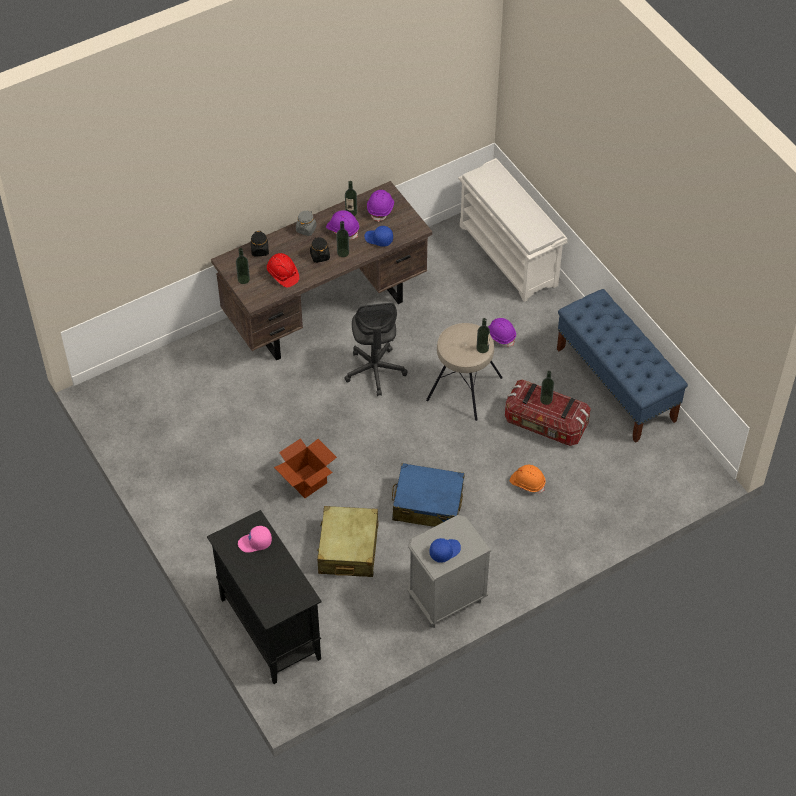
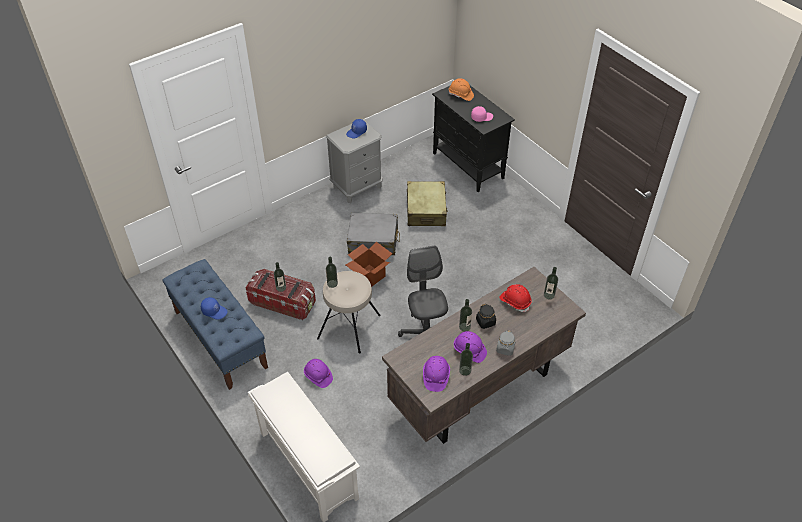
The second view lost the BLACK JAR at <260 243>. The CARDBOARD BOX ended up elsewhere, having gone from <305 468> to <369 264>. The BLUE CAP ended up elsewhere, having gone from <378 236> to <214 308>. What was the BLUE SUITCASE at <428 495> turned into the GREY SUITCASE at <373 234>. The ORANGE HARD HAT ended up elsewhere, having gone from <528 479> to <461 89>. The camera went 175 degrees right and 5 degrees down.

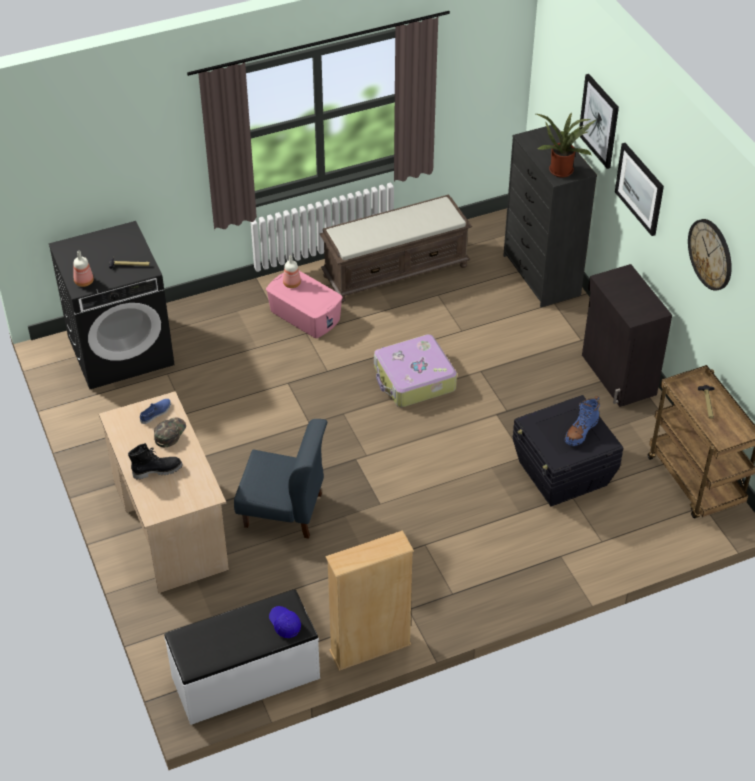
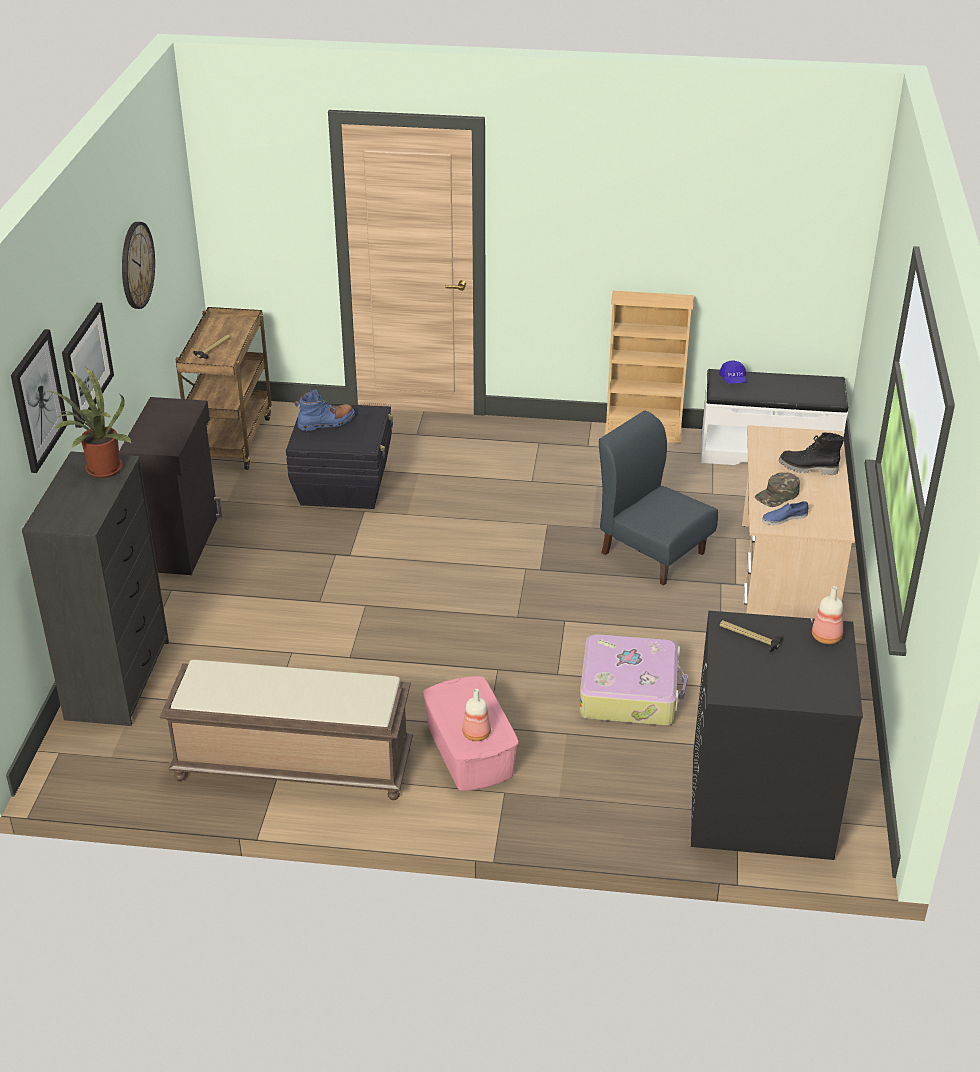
The SUITCASE ended up elsewhere, having gone from <415 370> to <633 680>. The camera went 150 degrees left and 10 degrees down.

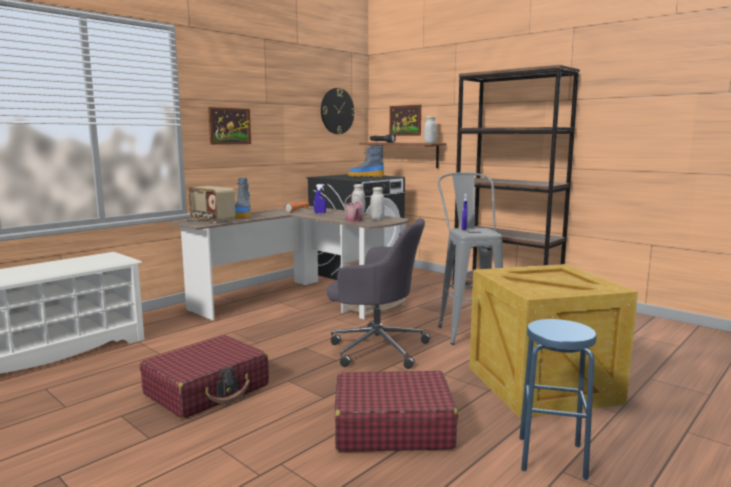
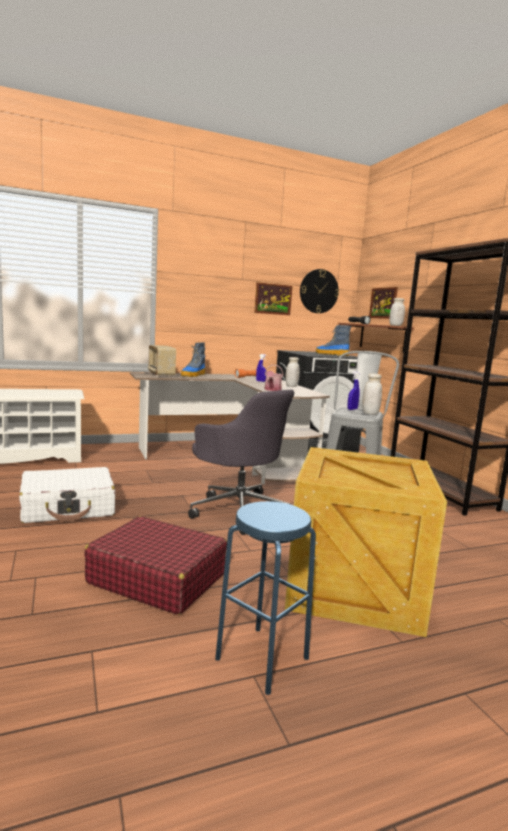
What was the RED SUITCASE at <204 377> turned into the WHITE SUITCASE at <67 495>. The PICTURE ended up elsewhere, having gone from <229 126> to <274 298>. The WHITE JAR ended up elsewhere, having gone from <377 203> to <372 394>. The camera went 25 degrees right and 0 degrees up.

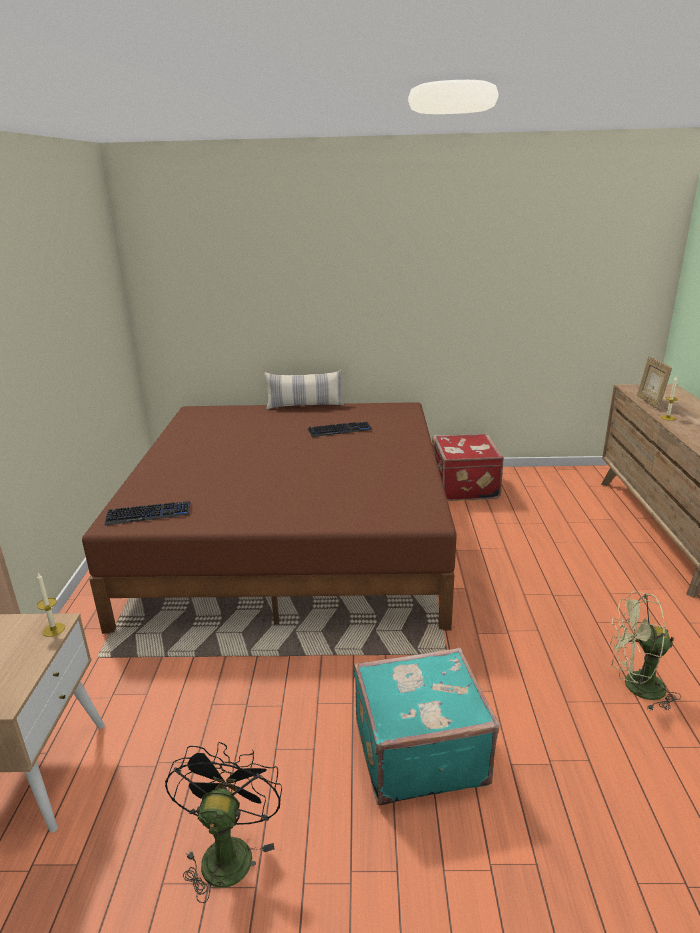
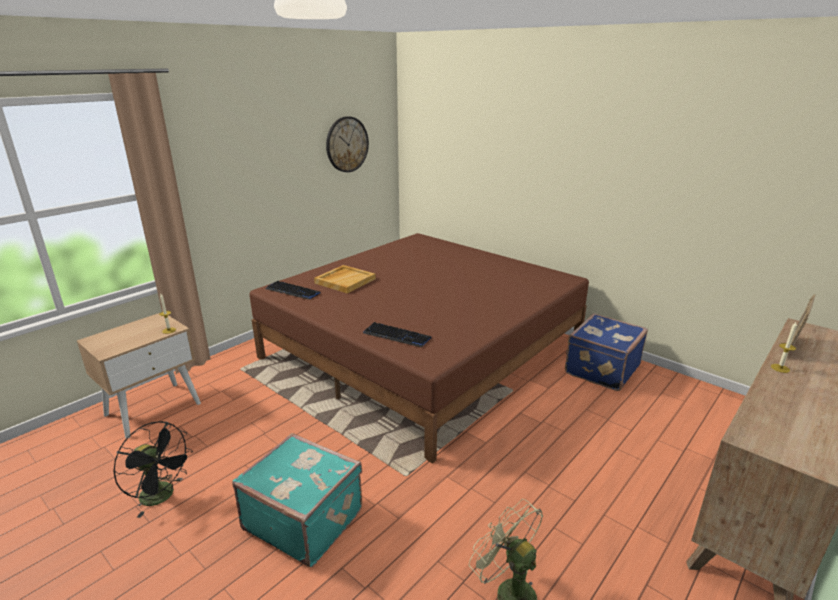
The BLACK FAN at <223 822> ended up facing another way, 75 degrees clockwise from before. The second view lost the PILLOW at <304 389>. The KEYBOARD ended up elsewhere, having gone from <340 429> to <397 334>. What was the RED SUITCASE at <468 467> turned into the BLUE SUITCASE at <606 352>. The second view gained the BEIGE TRAY at <345 279>. The second view gained the WALL CLOCK at <347 144>. The camera went 40 degrees right and 0 degrees up.

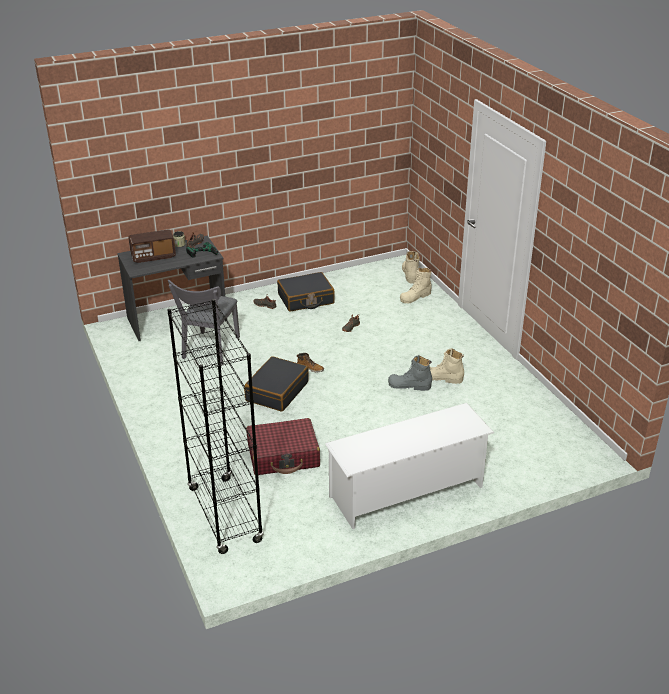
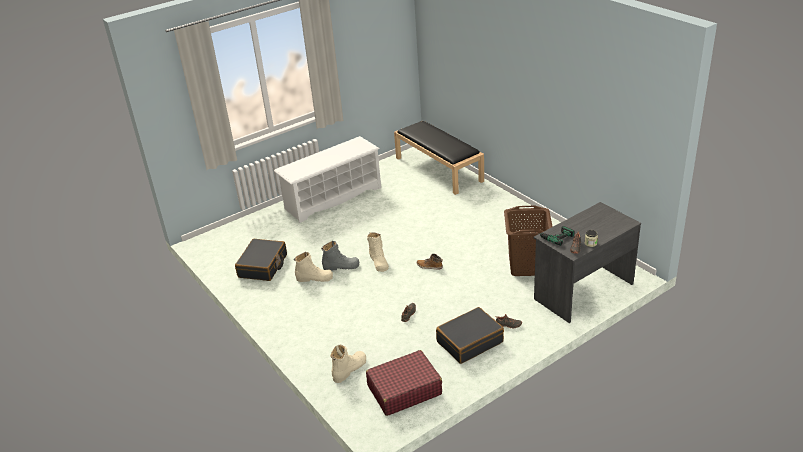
The second view lost the RADIO at <152 246>. Where the GREY CHAIR stood at <204 322>, the BROWN LAUNDRY BASKET came to stand at <528 241>. Where the BLACK BOOKCASE stood at <216 426>, the BLACK BENCH came to stand at <439 158>. The BLACK SUITCASE ended up elsewhere, having gone from <276 384> to <261 260>. The RED SUITCASE ended up elsewhere, having gone from <283 446> to <404 383>. The BEIGE BOOT ended up elsewhere, having gone from <411 267> to <378 252>. The camera went 170 degrees right and 0 degrees up.

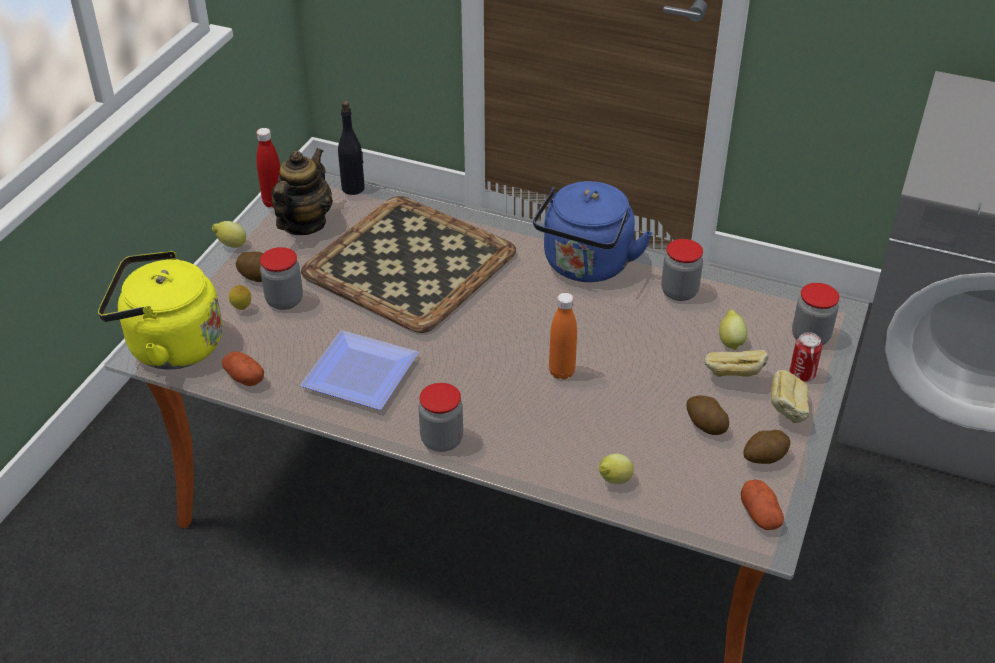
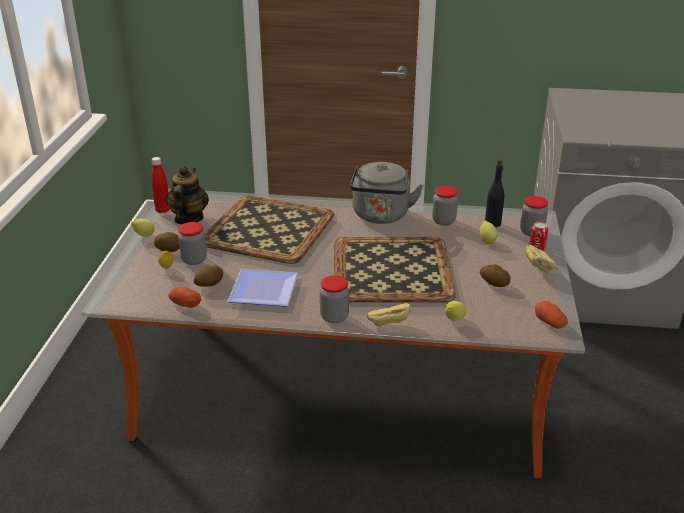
The second view lost the YELLOW KETTLE at <160 310>. The BLACK BOTTLE ended up elsewhere, having gone from <351 148> to <494 193>. What was the BLUE KETTLE at <592 231> turned into the GREY KETTLE at <386 193>. Where the ORANGE BOTTLE stood at <563 336>, the TRAY came to stand at <395 270>. The BREAD ended up elsewhere, having gone from <736 363> to <389 315>. The POTATO ended up elsewhere, having gone from <767 447> to <208 276>. The camera went 15 degrees left and 10 degrees down.

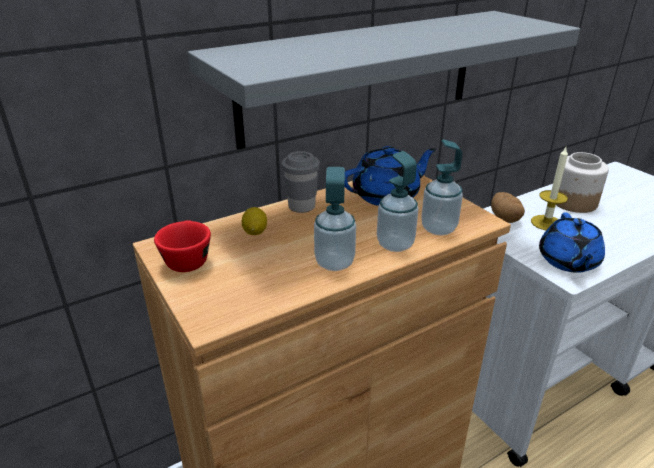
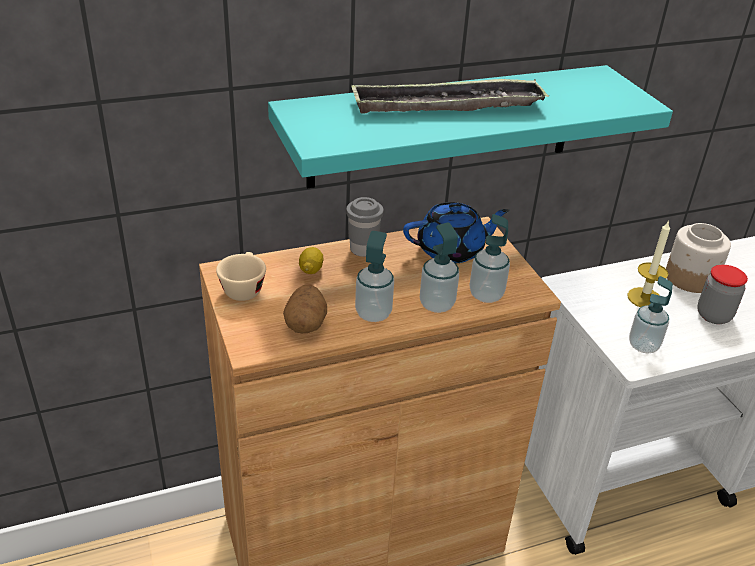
What was the RED CUP at <182 246> turned into the BEIGE CUP at <241 276>. What was the GREY SHELF at <384 80> turned into the TURQUOISE SHELF at <470 126>. The POTATO ended up elsewhere, having gone from <508 207> to <305 309>. Where the BLUE TEAPOT stood at <572 243>, the SOAP DISPENSER came to stand at <651 314>. The second view gained the TRAY at <450 96>. The second view gained the JAR at <722 294>. The camera went 10 degrees right and 5 degrees up.

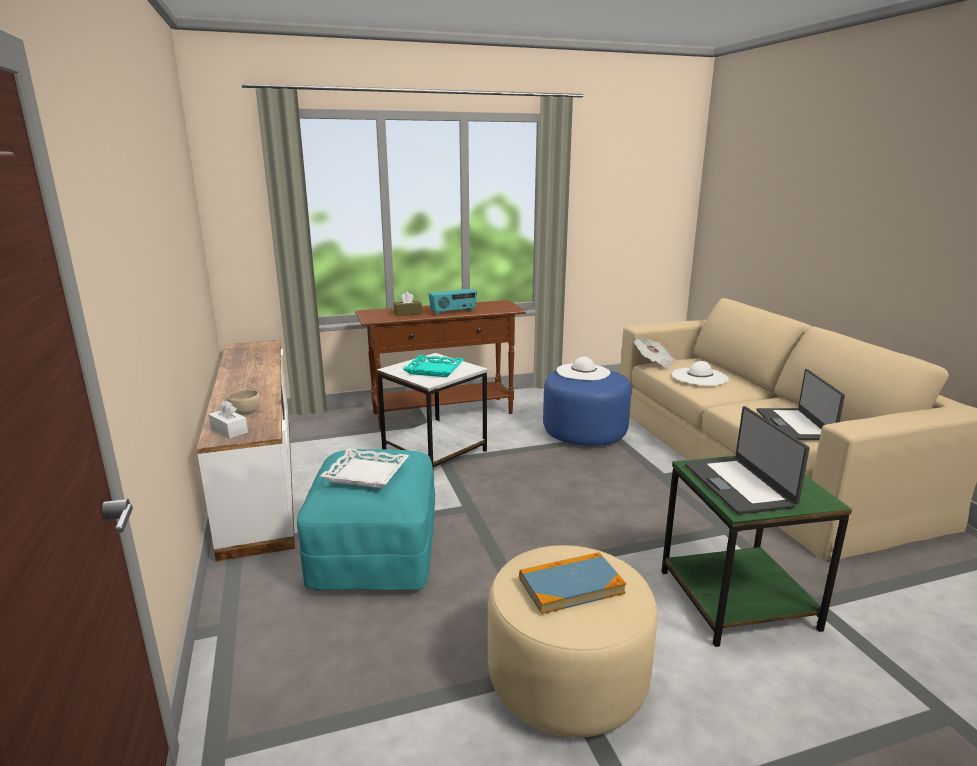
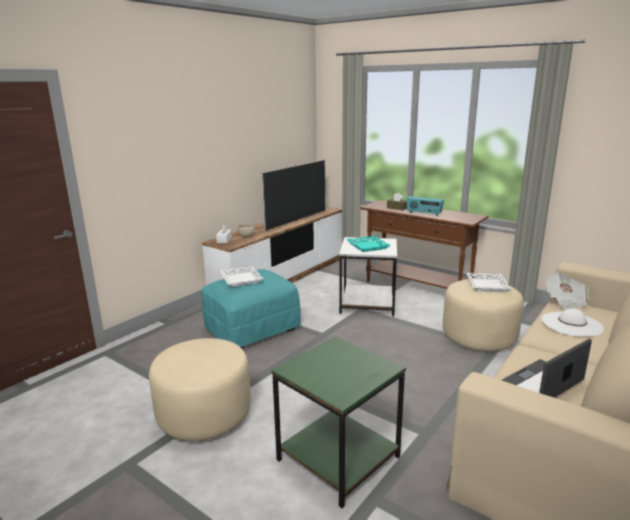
The second view lost the BOOK at <572 583>. What was the BLUE OTTOMAN at <587 408> turned into the BEIGE OTTOMAN at <483 315>. Where the WHITE HAT stood at <583 368>, the WHITE TRAY came to stand at <489 282>. The second view lost the LAPTOP at <747 460>. The second view gained the TELEVISION at <293 195>. The camera went 55 degrees right and 0 degrees up.

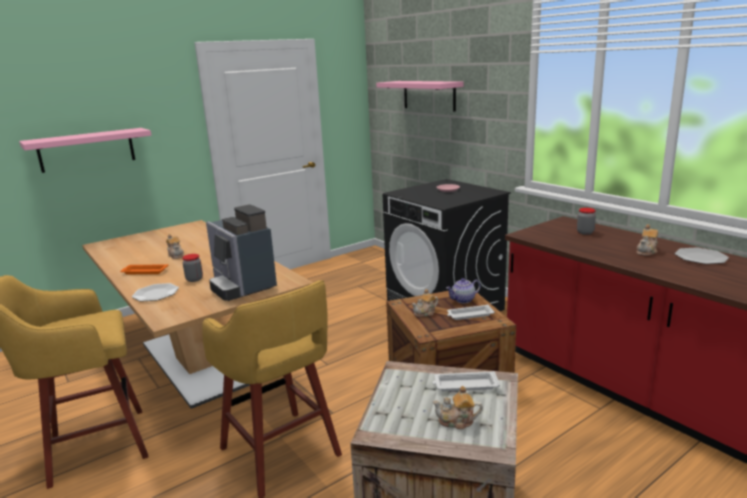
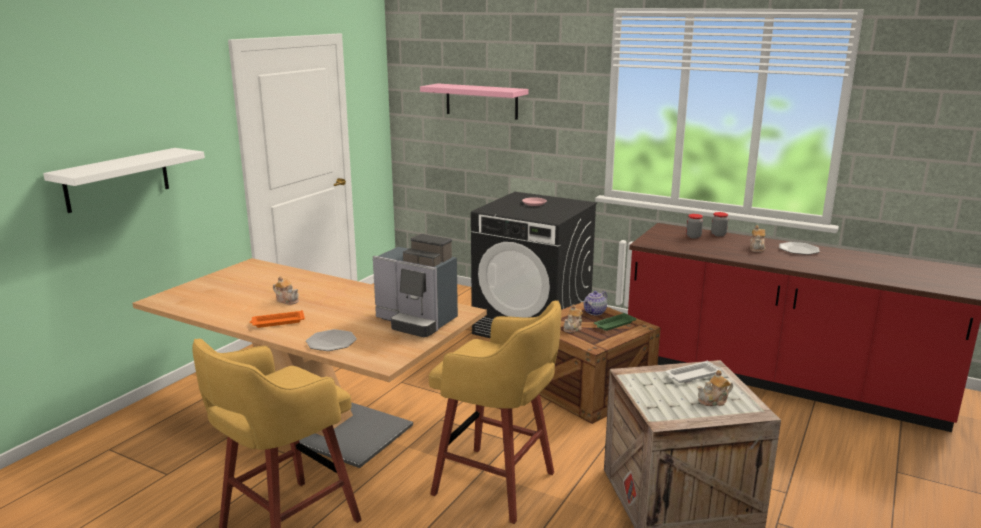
What was the PINK SHELF at <85 150> turned into the WHITE SHELF at <124 180>. The JAR ended up elsewhere, having gone from <192 268> to <719 224>. What was the WHITE TRAY at <471 312> turned into the GREEN TRAY at <615 322>. The camera went 25 degrees left and 0 degrees up.

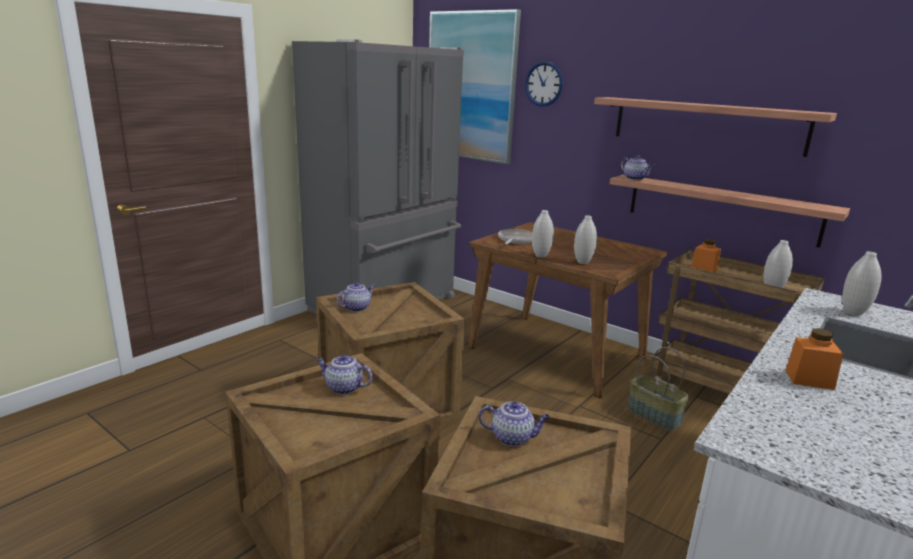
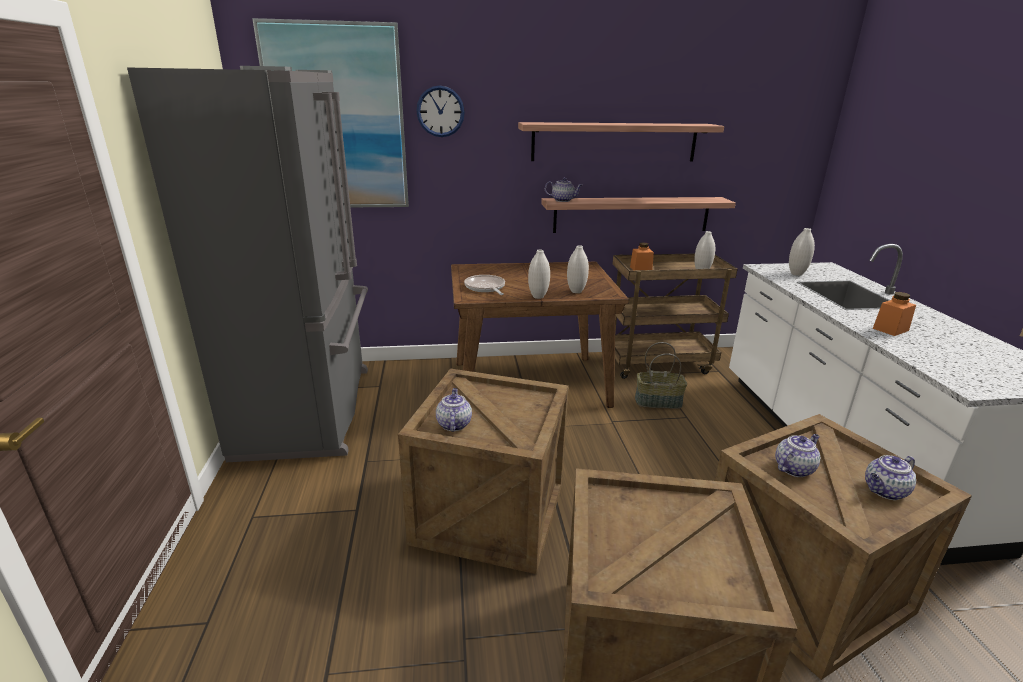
The TEAPOT ended up elsewhere, having gone from <344 375> to <890 477>. The camera went 45 degrees left and 5 degrees up.

